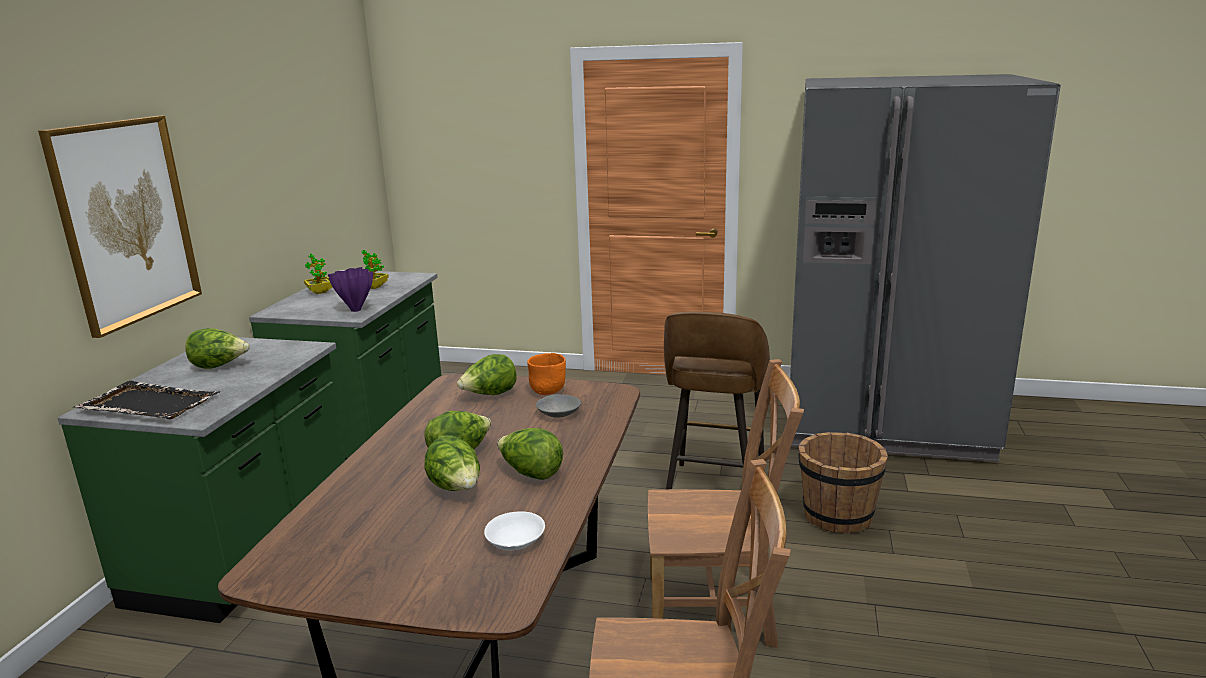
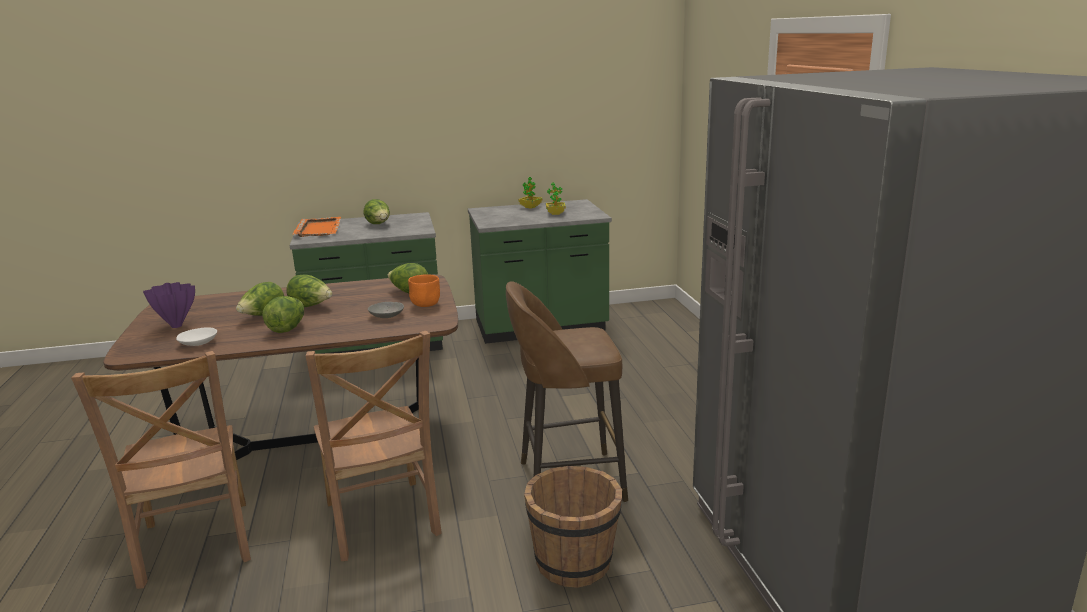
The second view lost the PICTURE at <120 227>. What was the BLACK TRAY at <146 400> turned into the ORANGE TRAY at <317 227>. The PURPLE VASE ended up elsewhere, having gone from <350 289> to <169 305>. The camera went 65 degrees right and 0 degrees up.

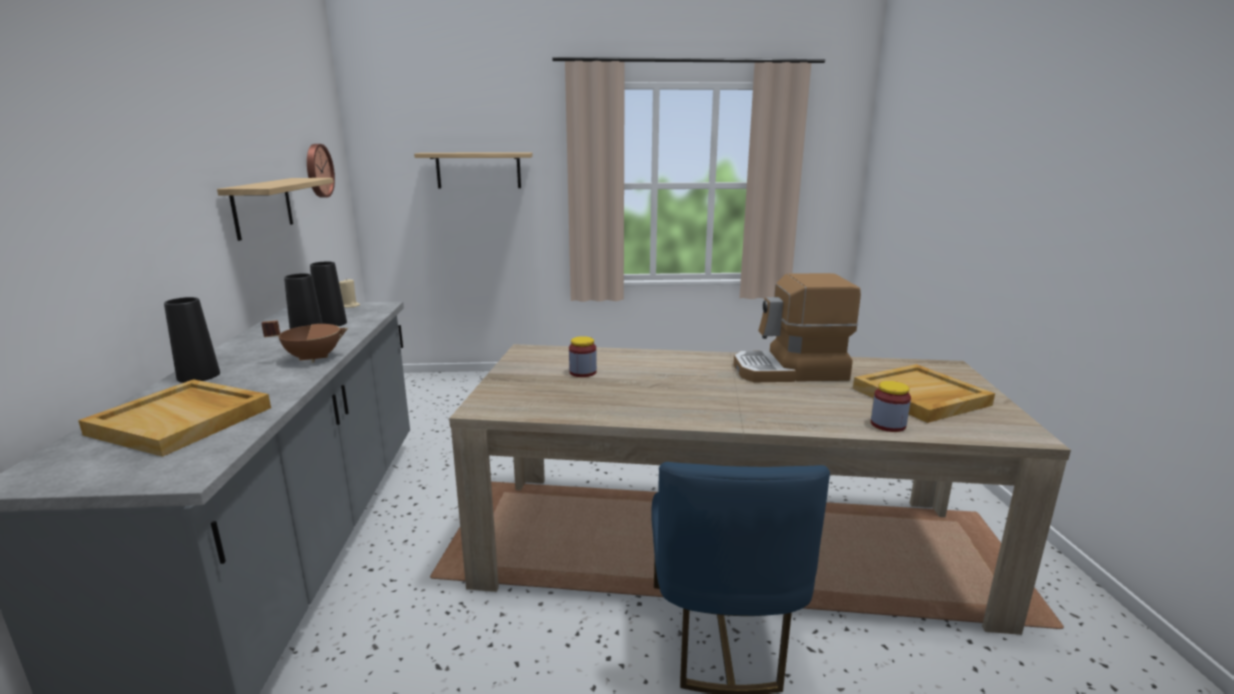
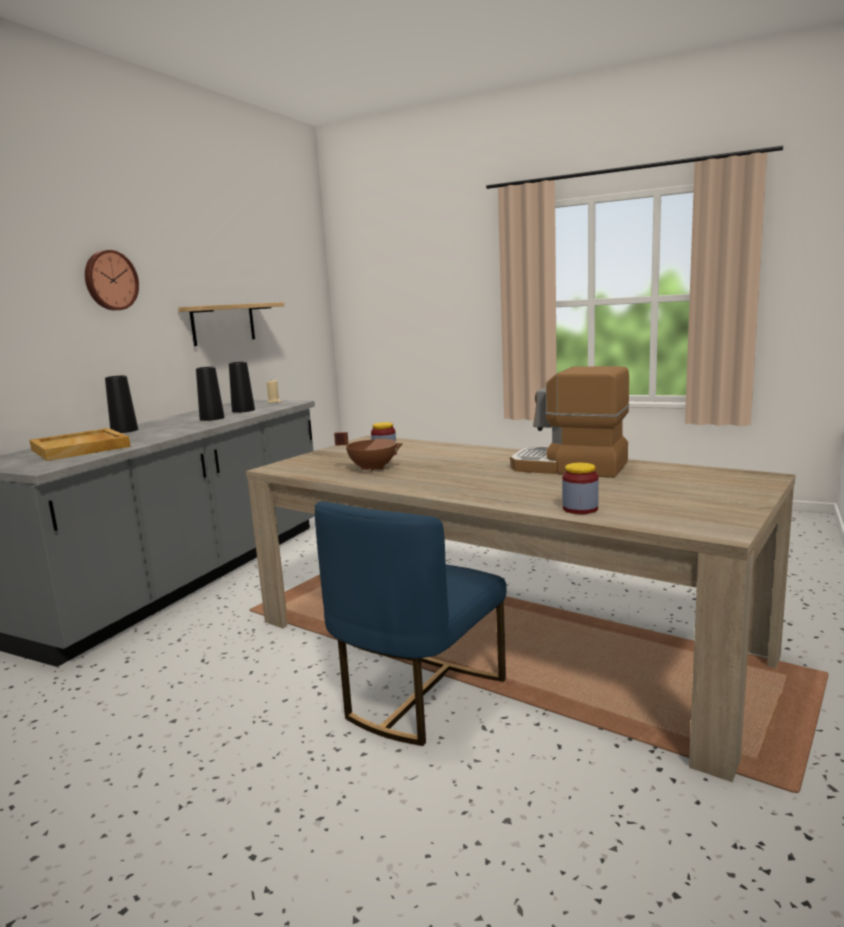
The BROWN COOKING POT ended up elsewhere, having gone from <304 341> to <368 452>. The WALL CLOCK ended up elsewhere, having gone from <321 171> to <112 280>. The second view lost the SHELF at <473 171>. The second view lost the BEIGE TRAY at <924 393>. The camera went 30 degrees right and 5 degrees down.

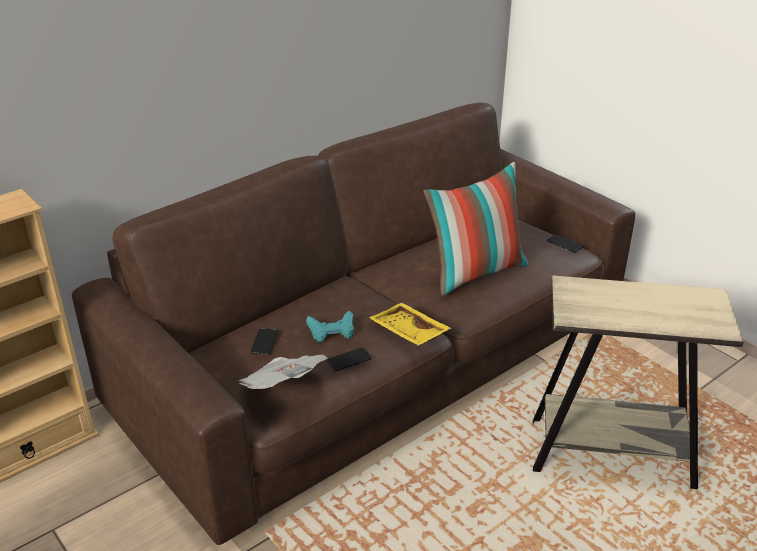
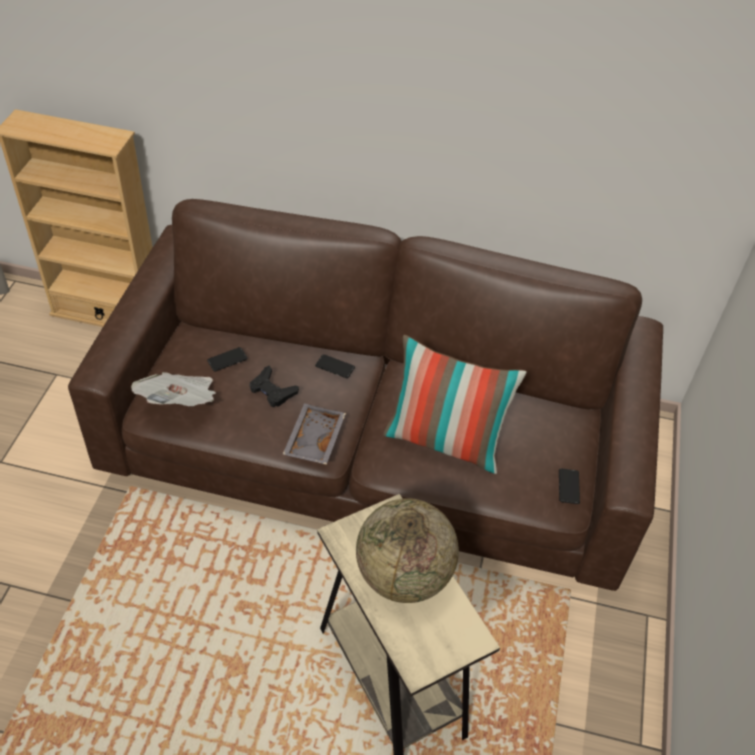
What was the TURQUOISE GAME CONTROLLER at <330 326> turned into the BLACK GAME CONTROLLER at <274 386>. The PHONE ended up elsewhere, having gone from <349 359> to <335 366>. What was the YELLOW TRAY at <410 324> turned into the GREY TRAY at <314 434>. The second view gained the GLOBE at <407 550>. The camera went 50 degrees right and 15 degrees up.

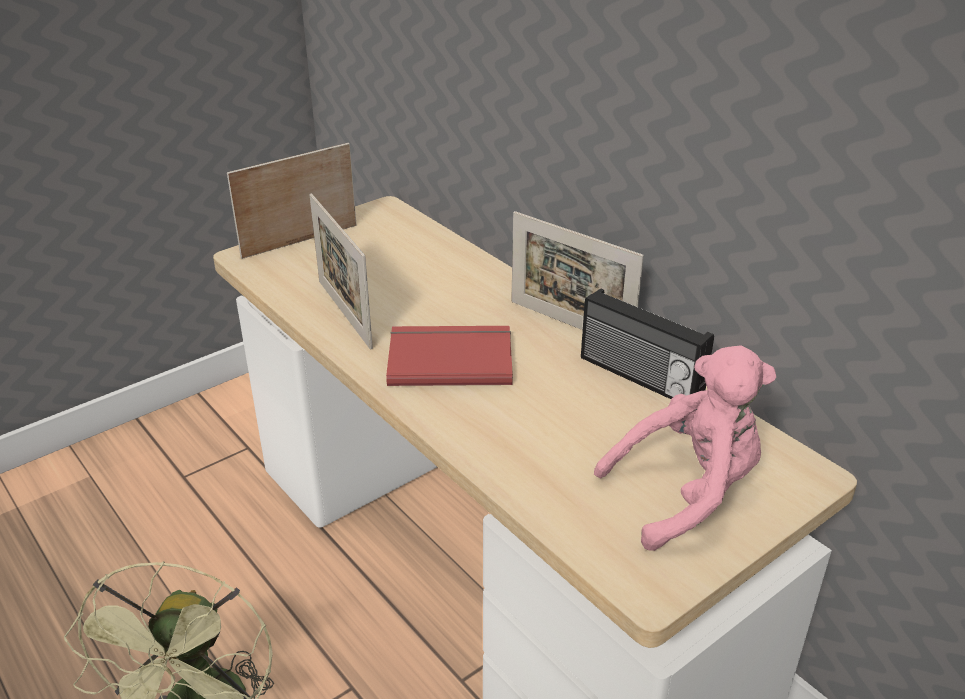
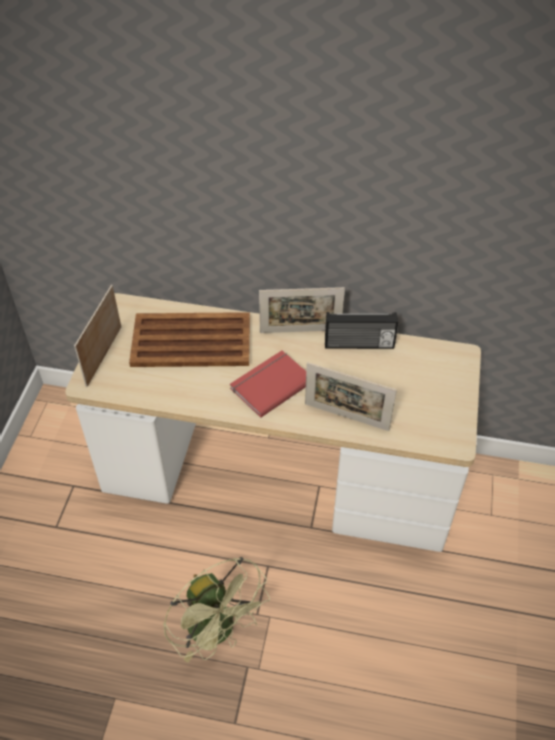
The PICTURE FRAME ended up elsewhere, having gone from <341 271> to <351 396>. The second view lost the PINK PLUSH TOY at <685 448>. The second view gained the BROWN TRAY at <189 339>. The camera went 40 degrees left and 15 degrees up.

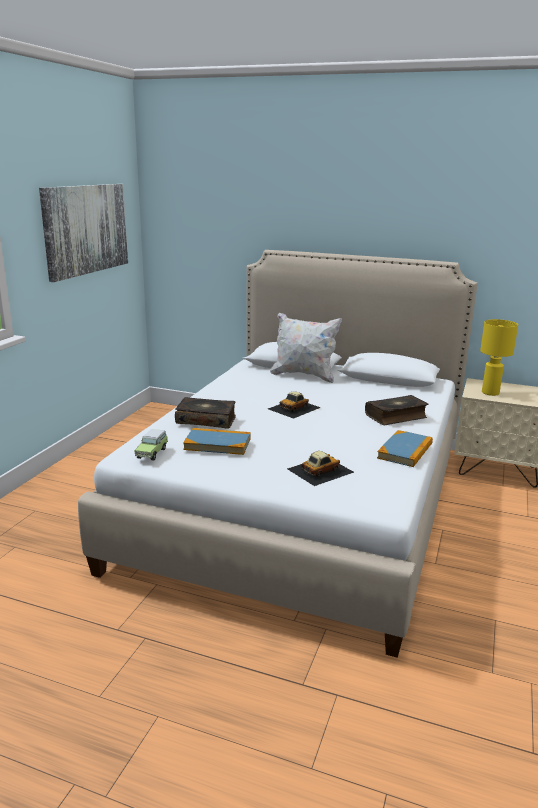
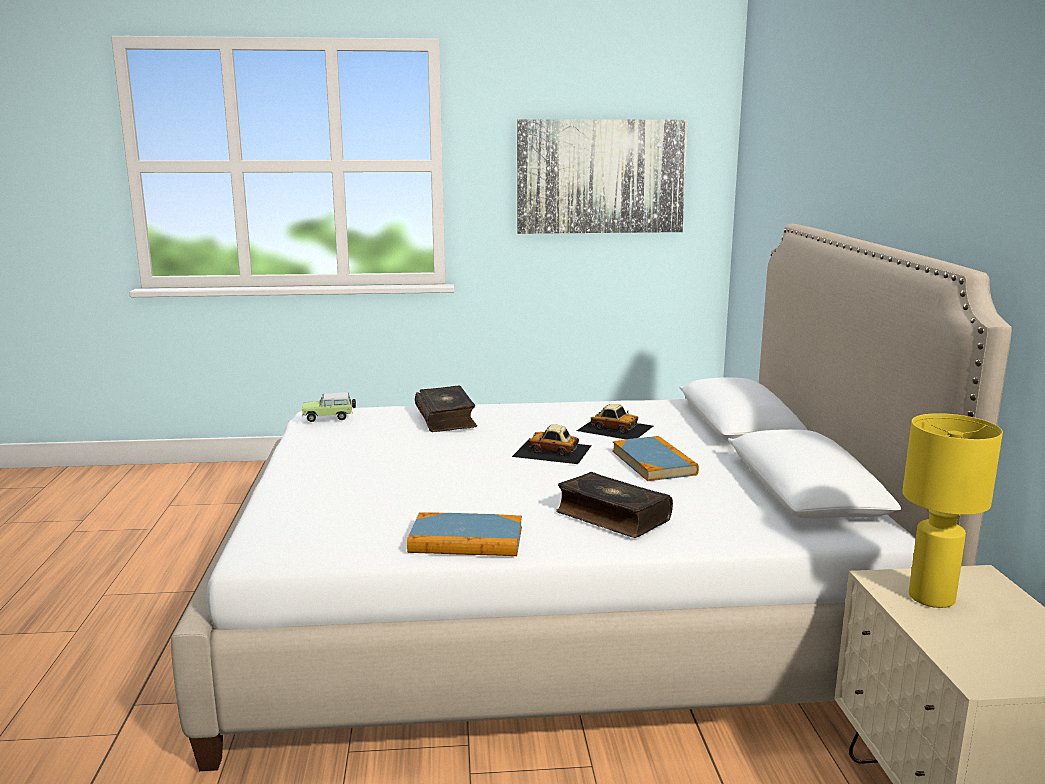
The BOOK ended up elsewhere, having gone from <217 441> to <655 458>. The second view lost the WHITE PILLOW at <306 348>. The TOY CAR ended up elsewhere, having gone from <320 468> to <614 421>. The camera went 65 degrees right and 5 degrees down.

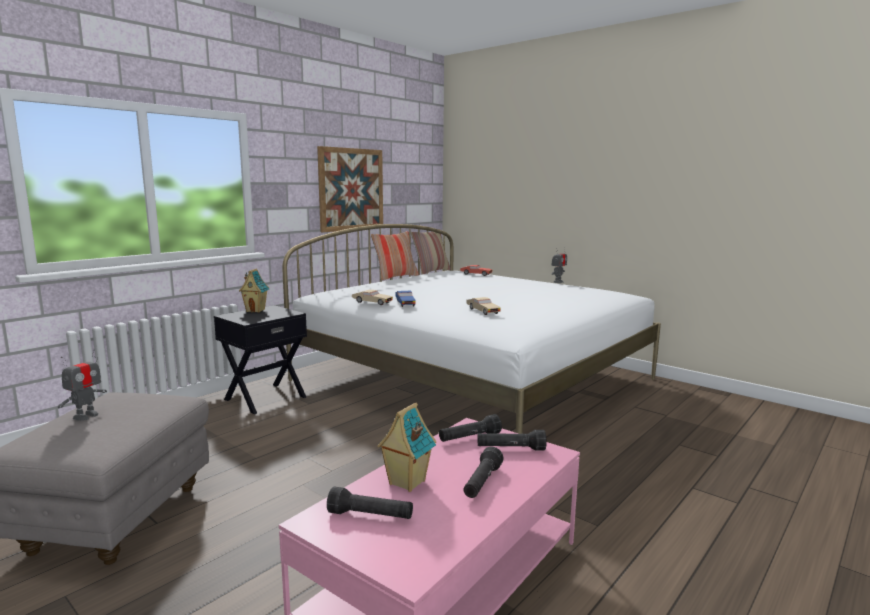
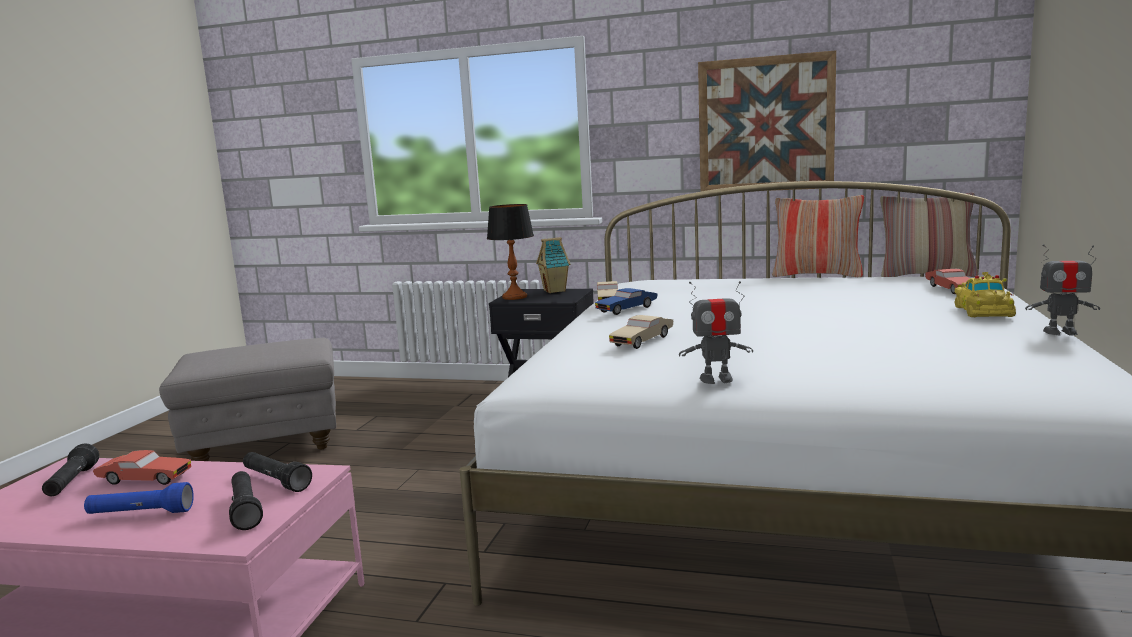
The TOY ROBOT ended up elsewhere, having gone from <82 385> to <716 332>. Where the TOY HOUSE stood at <406 447>, the RED TOY CAR came to stand at <142 467>. What was the BLACK FLASHLIGHT at <483 472> turned into the BLUE FLASHLIGHT at <139 498>. The second view gained the TABLE LAMP at <510 252>. The second view gained the YELLOW TOY CAR at <985 294>. The camera went 65 degrees right and 0 degrees up.

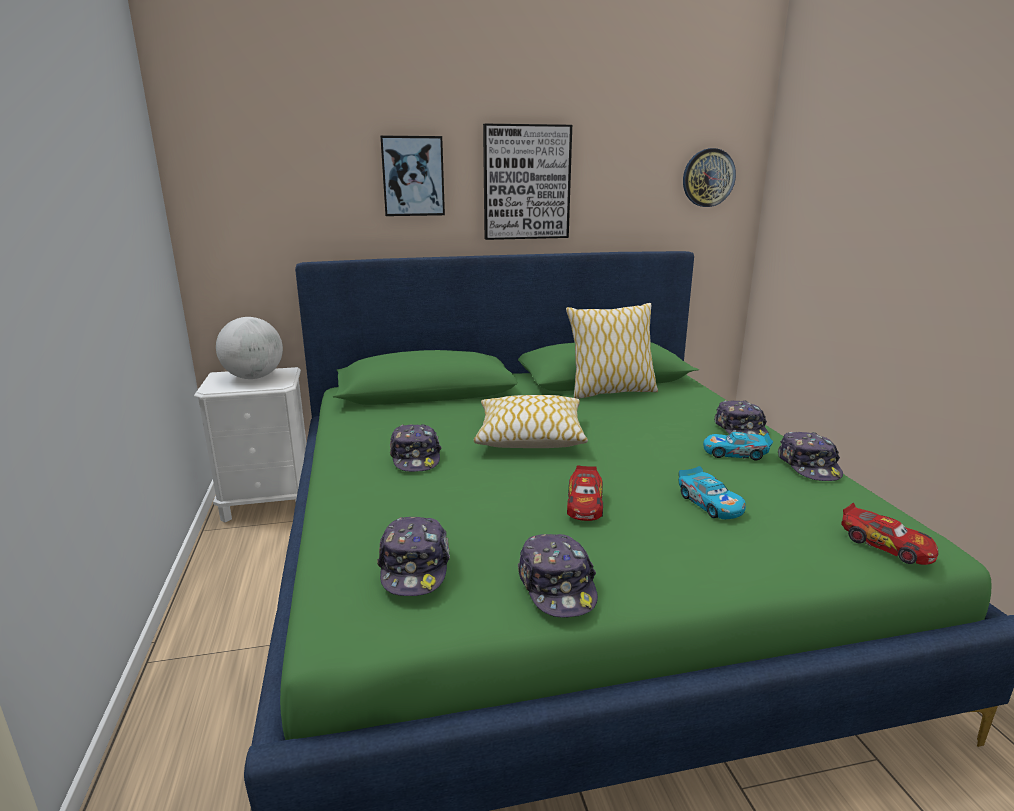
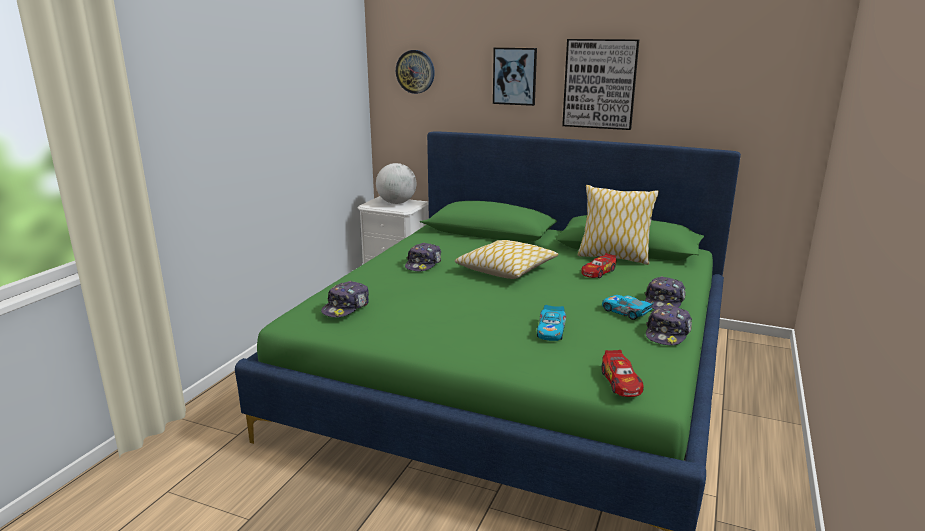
The second view lost the CAP at <558 576>. The TOY CAR ended up elsewhere, having gone from <585 493> to <599 265>. The WALL CLOCK ended up elsewhere, having gone from <709 177> to <415 72>. The camera went 35 degrees right and 0 degrees up.

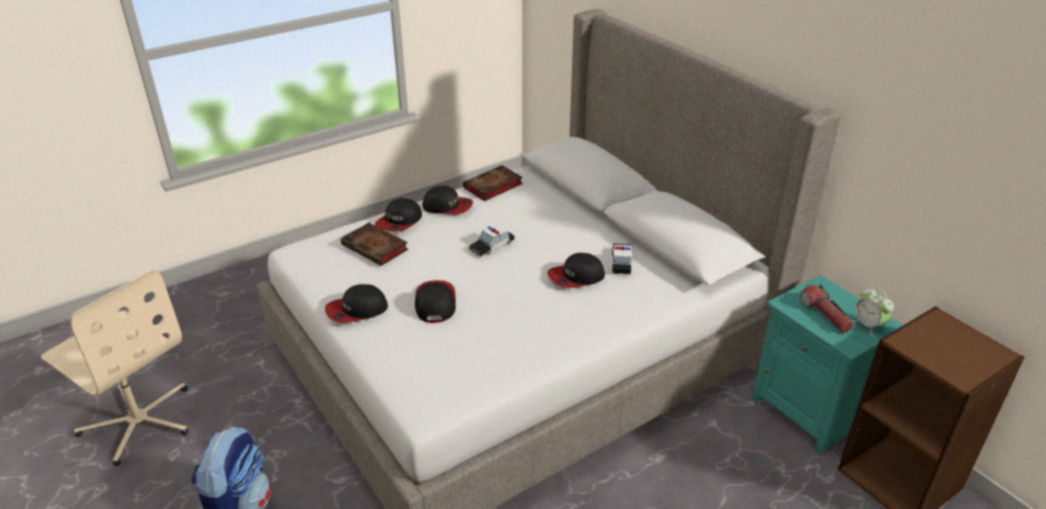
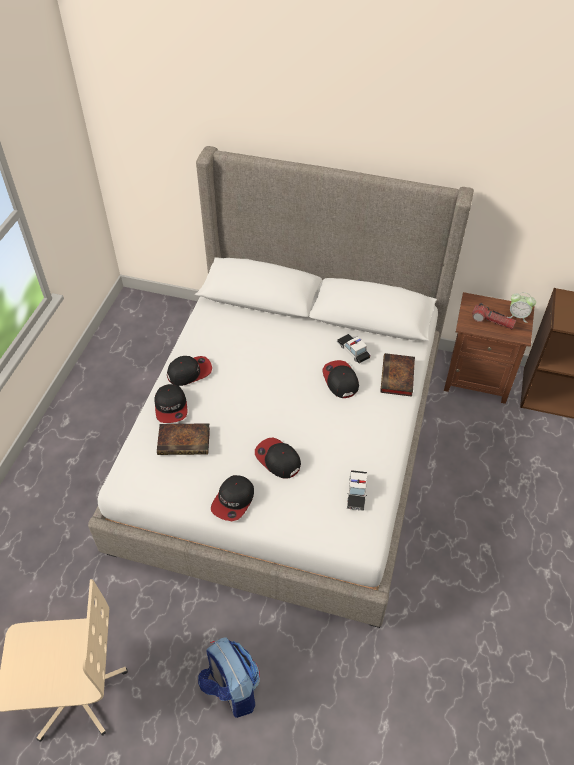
The BOOK ended up elsewhere, having gone from <493 183> to <397 375>. The TOY CAR ended up elsewhere, having gone from <491 240> to <357 490>. The CAP at <576 270> ended up facing another way, 135 degrees clockwise from before. What was the TURQUOISE NIGHTSTAND at <827 365> turned into the BROWN NIGHTSTAND at <489 348>. The camera went 40 degrees left and 15 degrees up.

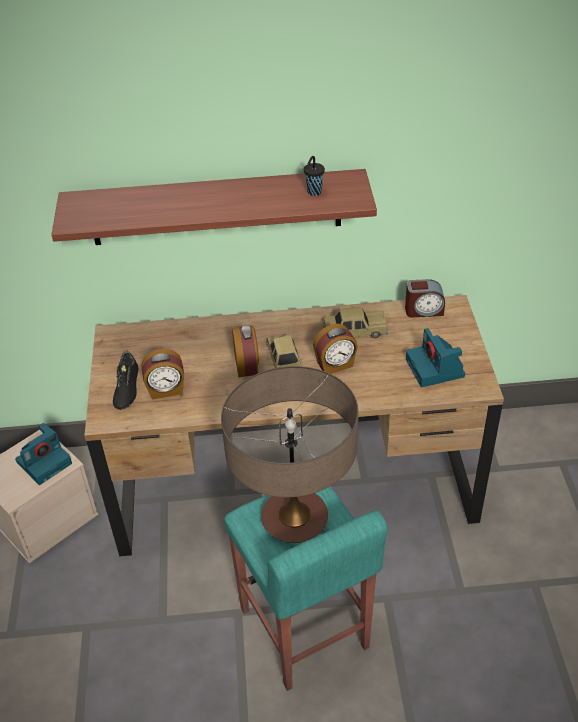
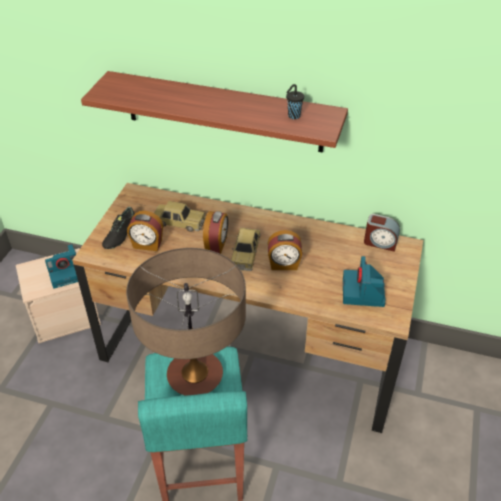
The TOY CAR ended up elsewhere, having gone from <355 322> to <179 216>. The camera went 20 degrees right and 0 degrees up.

